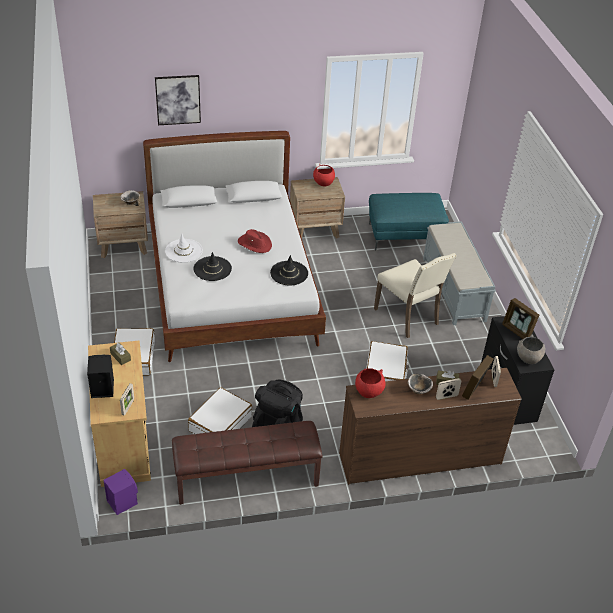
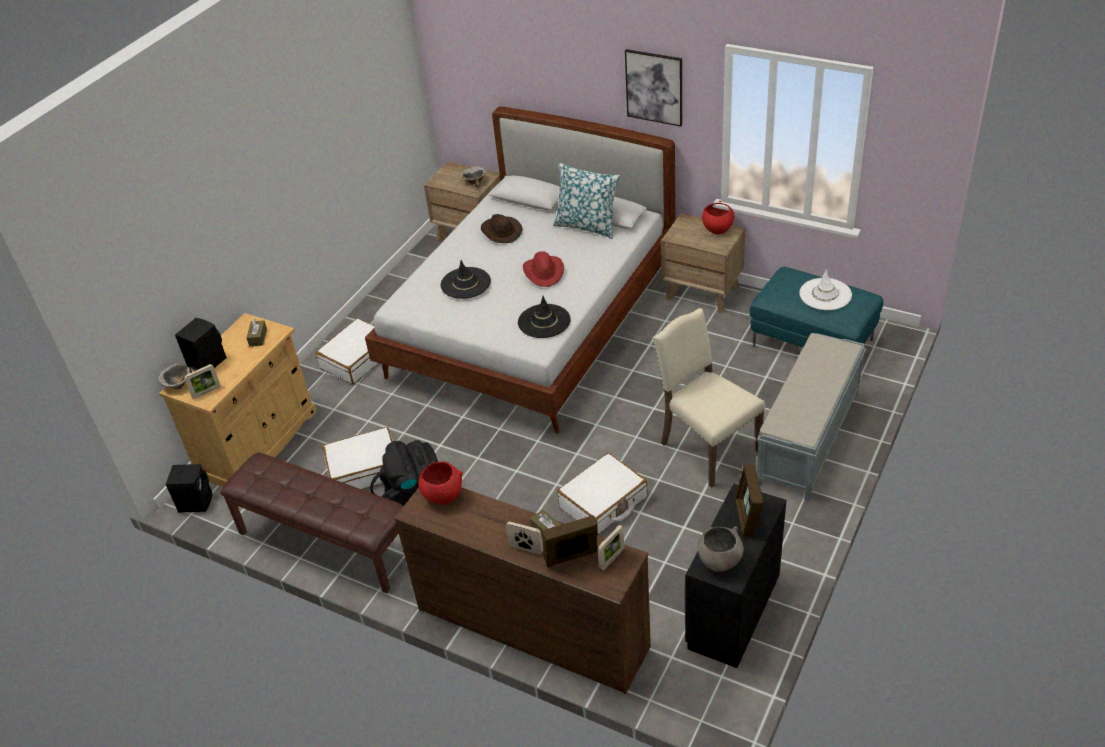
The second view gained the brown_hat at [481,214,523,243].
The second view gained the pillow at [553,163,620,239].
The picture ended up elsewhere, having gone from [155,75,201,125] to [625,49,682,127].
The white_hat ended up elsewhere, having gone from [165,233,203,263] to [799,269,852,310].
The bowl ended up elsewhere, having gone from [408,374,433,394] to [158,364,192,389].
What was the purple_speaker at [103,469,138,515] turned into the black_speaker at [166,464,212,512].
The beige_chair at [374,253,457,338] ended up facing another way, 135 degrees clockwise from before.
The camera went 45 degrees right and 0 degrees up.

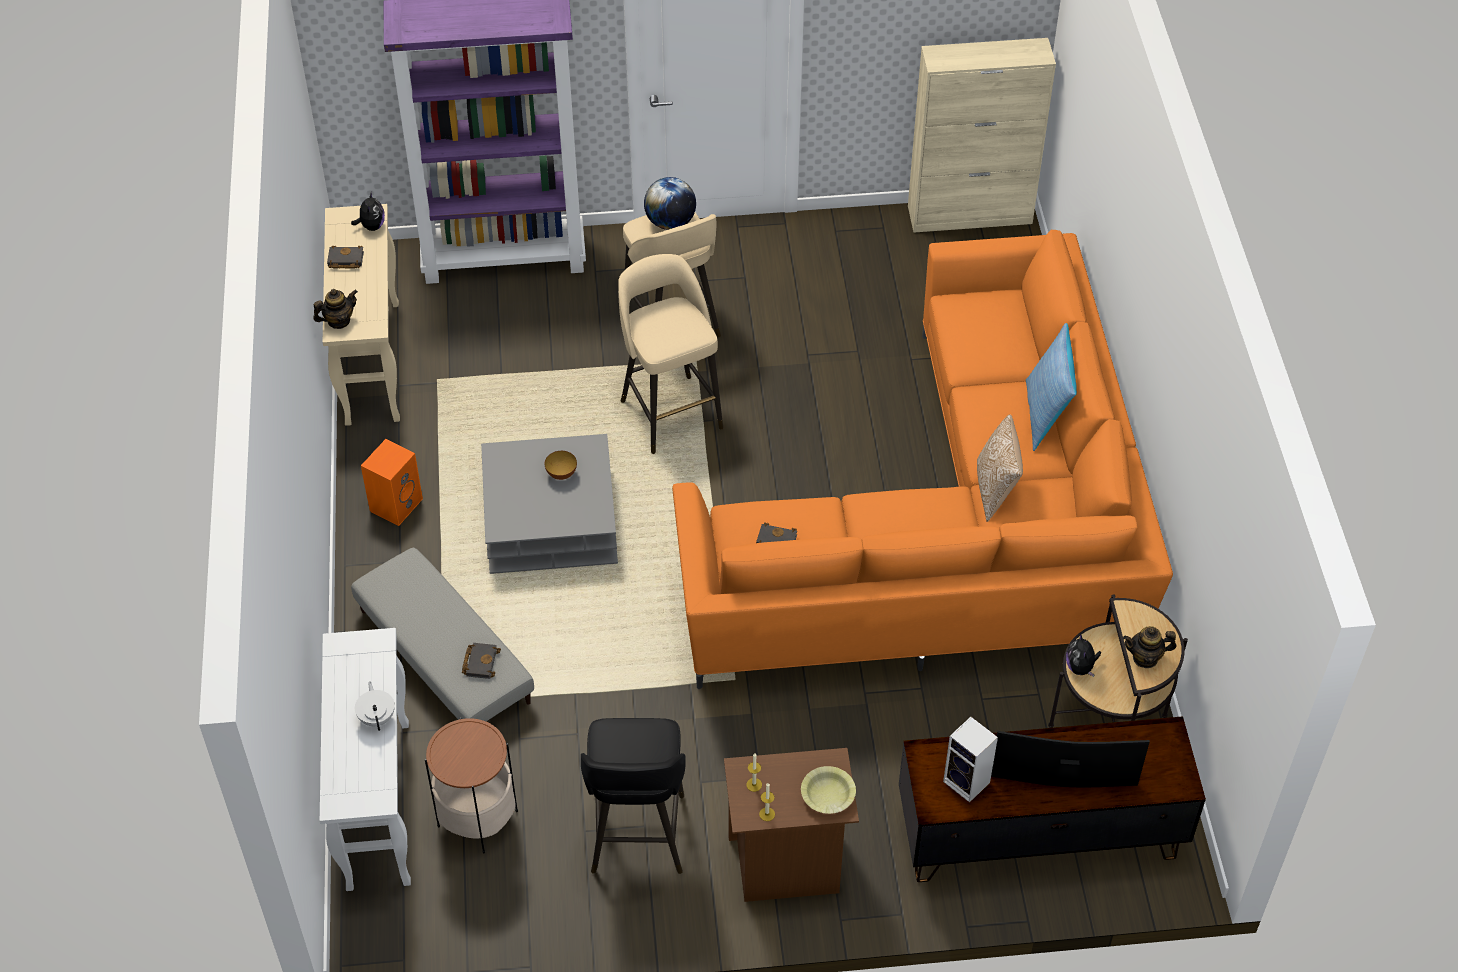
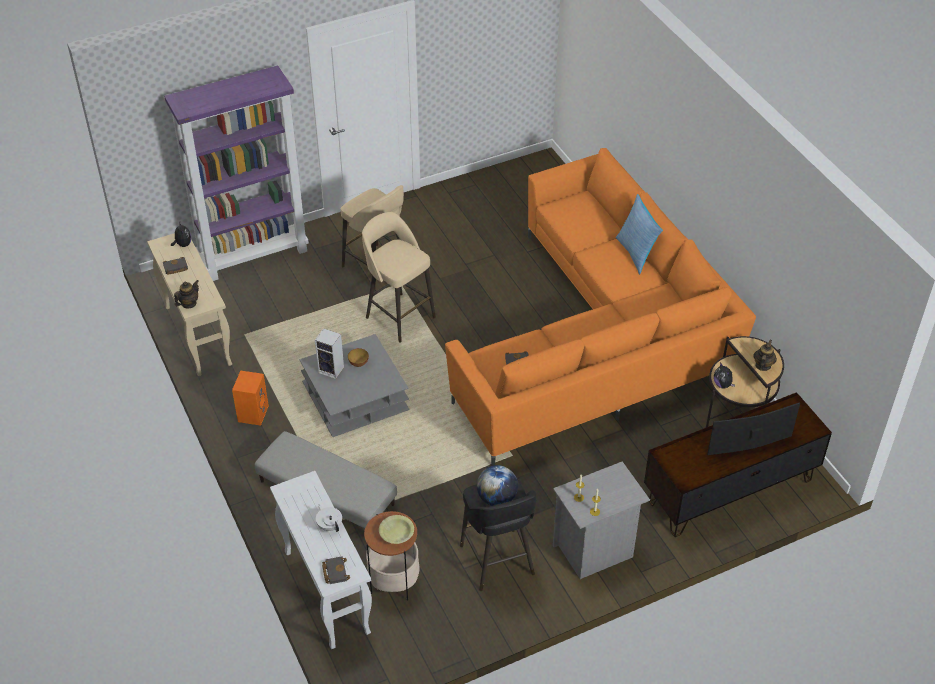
The second view lost the beige_cabinet at [908,38,1056,233].
The second view lost the pillow at [977,414,1023,522].
The black_book ended up elsewhere, having gone from [462,643,501,679] to [322,556,350,584].
The globe ended up elsewhere, having gone from [644,177,696,230] to [477,465,518,506].
The yellow_bowl ended up elsewhere, having gone from [801,766,856,814] to [379,515,414,544].
The speaker ended up elsewhere, having gone from [943,717,998,803] to [315,328,344,379].
What was the brown_nightstand at [724,748,859,902] turned into the grey_nightstand at [553,461,650,579].
The teapot at [1123,626,1177,668] ended up facing another way, 135 degrees clockwise from before.
The camera went 20 degrees left and 5 degrees down.

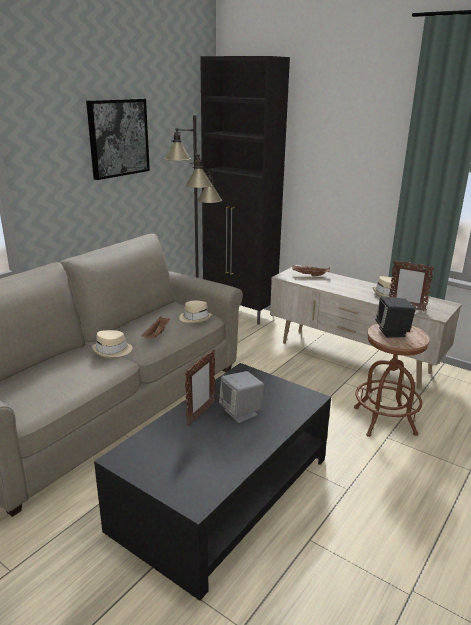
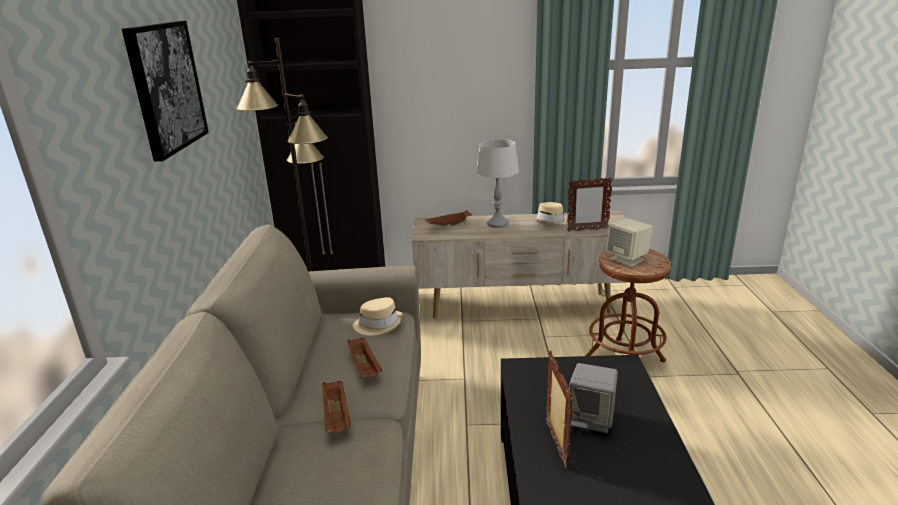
The second view gained the grey_table_lamp at [476,139,519,228].
Where the beige_hat stood at [92,330,133,358], the brown_tray came to stand at [322,380,351,433].
What was the black_speaker at [375,297,416,338] turned into the beige_speaker at [606,218,653,267].
The camera went 35 degrees left and 0 degrees up.

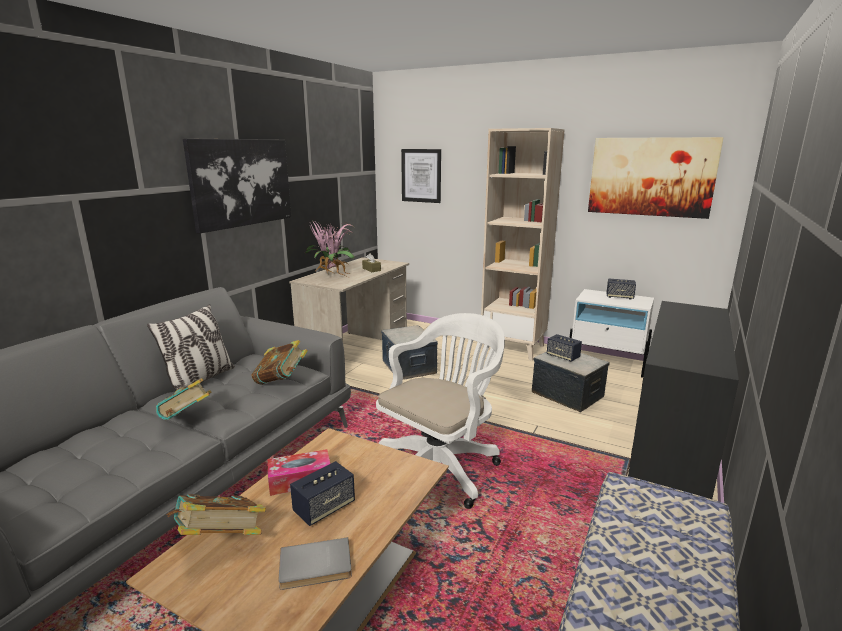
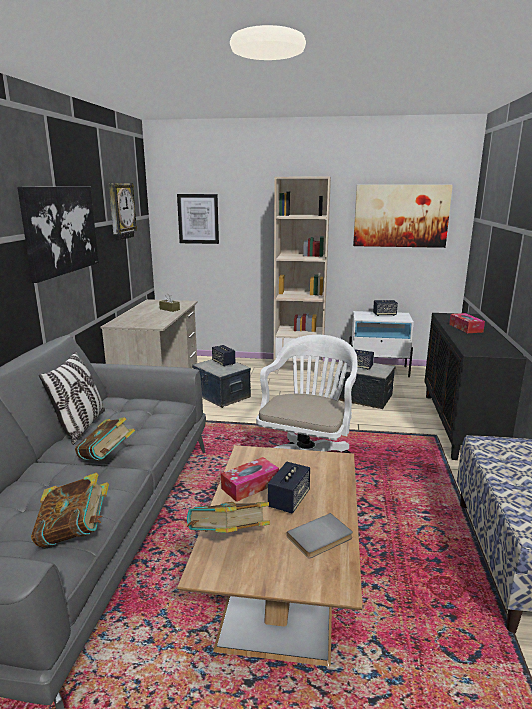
The second view lost the potted_plant at [305,222,355,277].
The second view gained the wall_clock at [108,183,137,241].
The second view gained the speaker at [212,345,235,367].
The second view gained the tissue_box at [449,313,485,333].
The book ended up elsewhere, having gone from [251,340,308,385] to [31,473,109,547].
The camera went 20 degrees left and 0 degrees up.

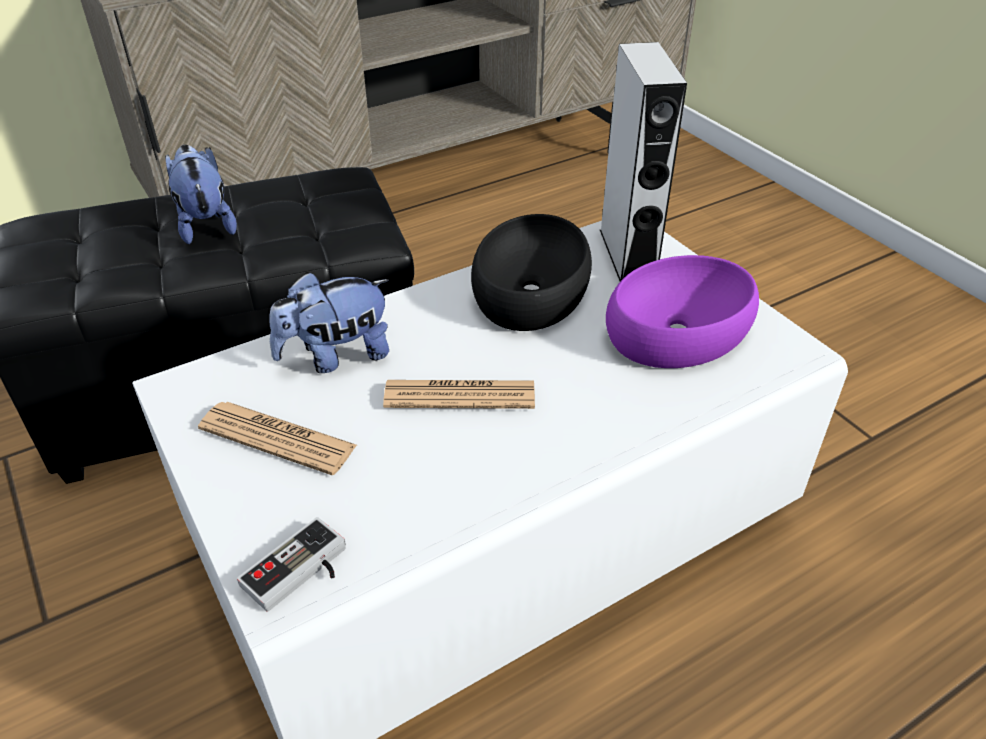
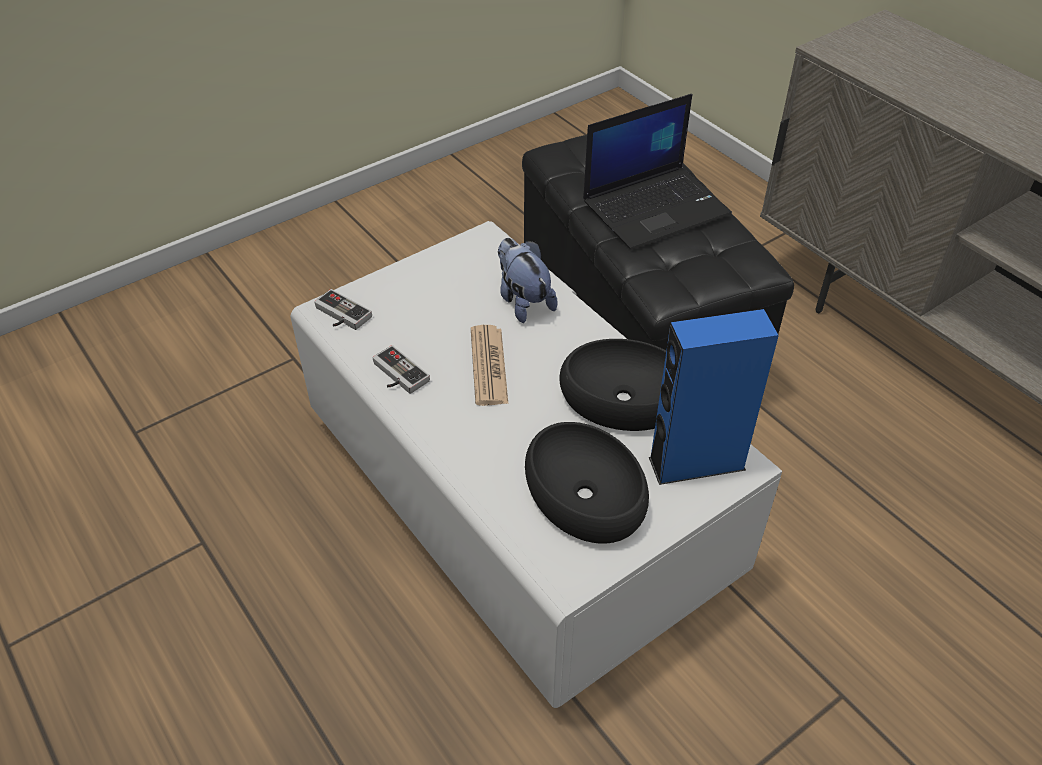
The second view lost the newspaper at [198,402,357,475].
The second view gained the game_controller at [373,345,430,394].
Where the plush_toy stood at [165,145,237,244], the laptop came to stand at [583,94,732,250].
What was the grey_speaker at [600,42,687,281] turned into the blue_speaker at [649,309,779,485].
What was the purple_bowl at [606,255,759,368] turned into the black_bowl at [525,422,649,543].
The camera went 85 degrees right and 5 degrees up.

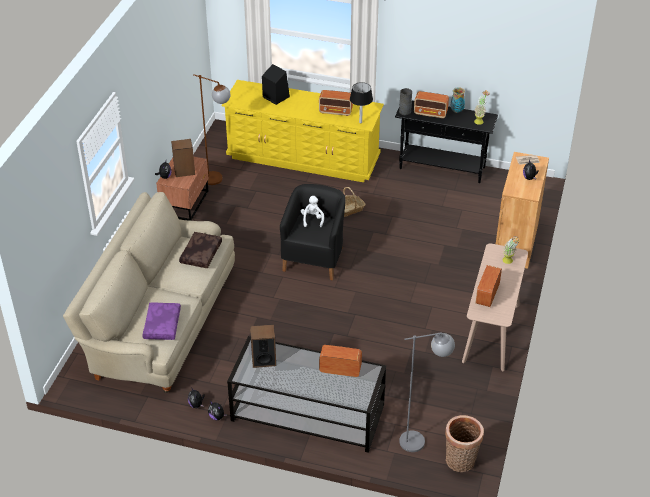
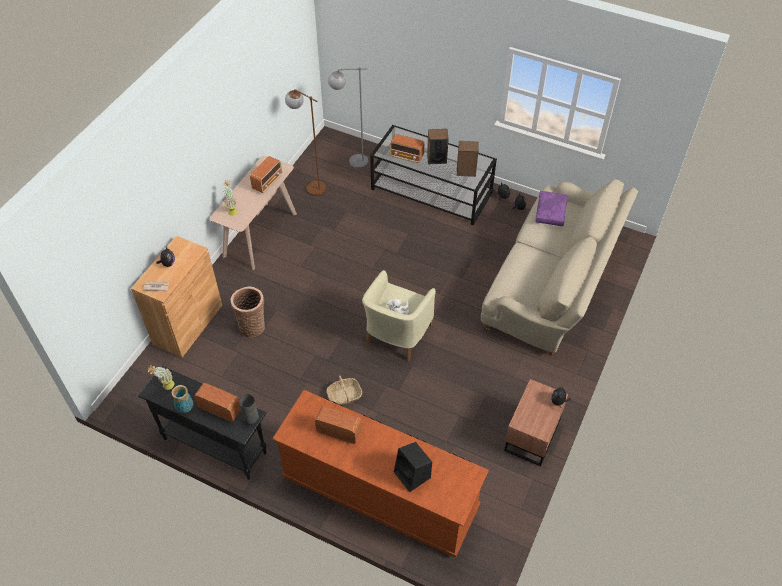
The second view lost the brown_pillow at [179,232,222,268].
The second view lost the black_table_lamp at [350,82,373,123].
The speaker ended up elsewhere, having gone from [171,139,195,177] to [427,129,449,164].
The brown_floor_lamp ended up elsewhere, having gone from [193,74,231,185] to [285,89,326,196].
The basket ended up elsewhere, having gone from [445,415,484,472] to [231,287,265,338].
What was the yellow_dresser at [221,80,384,182] turned into the brown_dresser at [272,390,489,558].
What was the black_armchair at [280,184,346,280] turned into the beige_armchair at [362,270,436,361].
The camera went 170 degrees left and 10 degrees up.

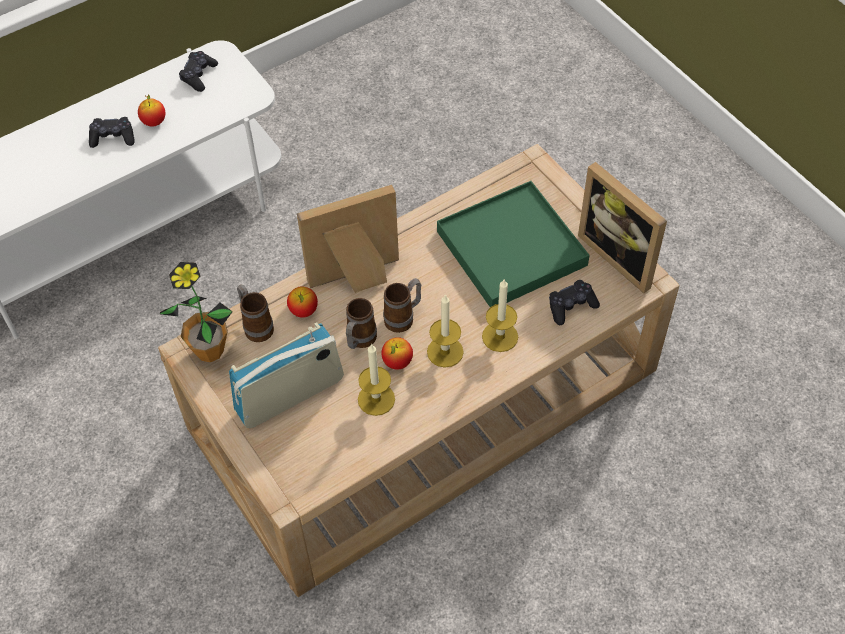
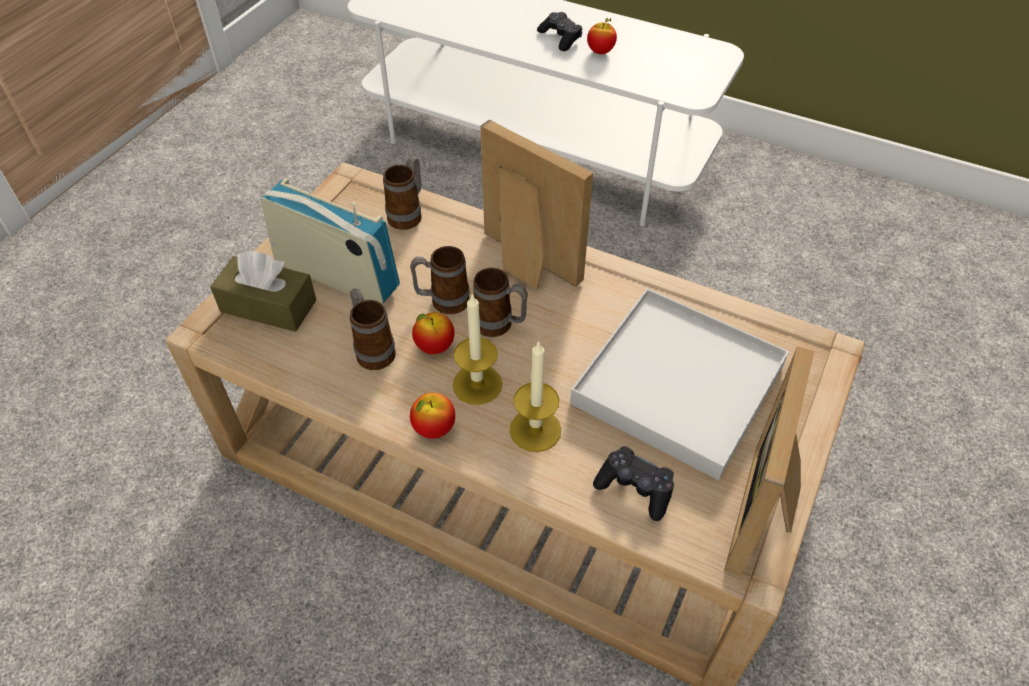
The second view lost the potted_plant at [160,262,233,362].
The second view lost the black_game_controller at [179,51,218,92].
The second view gained the brown_tissue_box at [210,251,316,332].
The apple ended up elsewhere, having gone from [287,286,318,318] to [410,393,455,439].
Where the candle stood at [358,344,395,416], the mug came to stand at [350,289,396,370].
What was the green_tray at [437,181,590,307] turned into the white_tray at [570,288,789,480].
The camera went 60 degrees right and 5 degrees down.

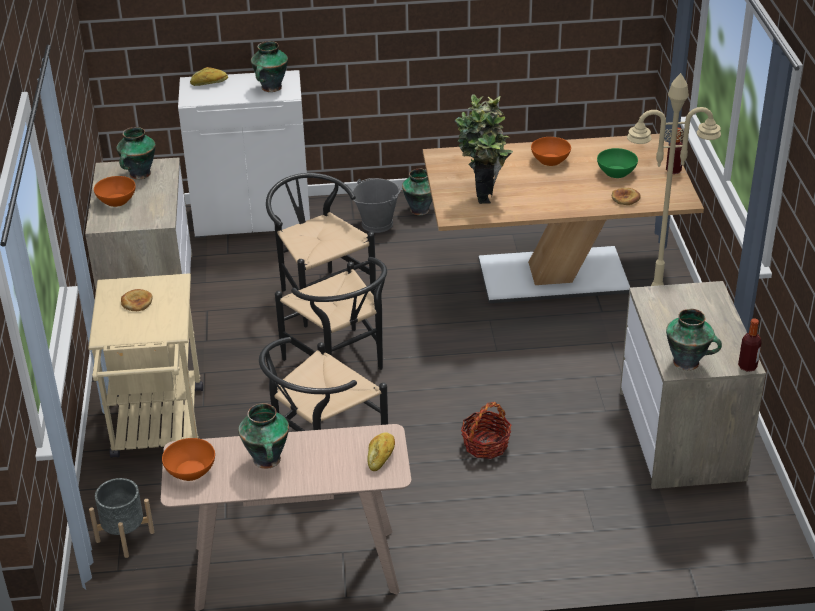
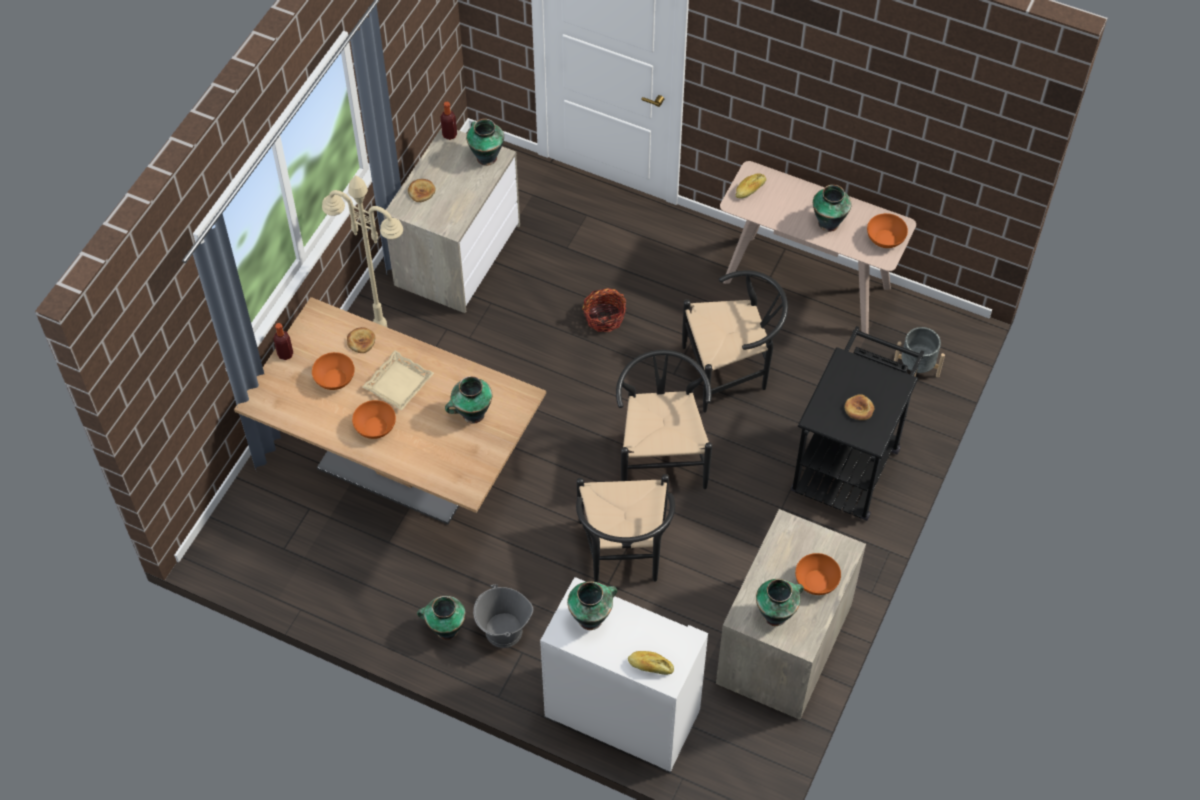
The second view gained the beige_tray at [362,350,434,411].
The second view gained the bread at [408,179,435,202].
Where the potted_plant stood at [455,94,513,204], the vase came to stand at [445,376,492,424].
What was the beige_cart at [88,273,203,458] turned into the black_cart at [791,326,924,521].
What was the green_bowl at [597,148,638,178] turned into the orange_bowl at [312,352,355,390].
The camera went 150 degrees left and 20 degrees up.

